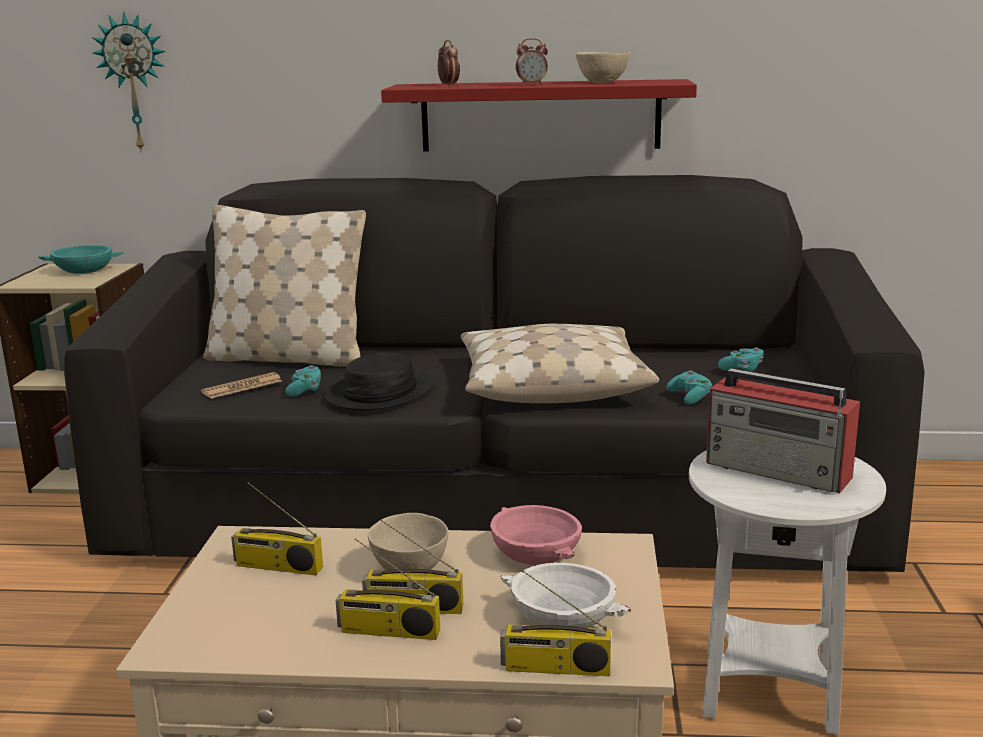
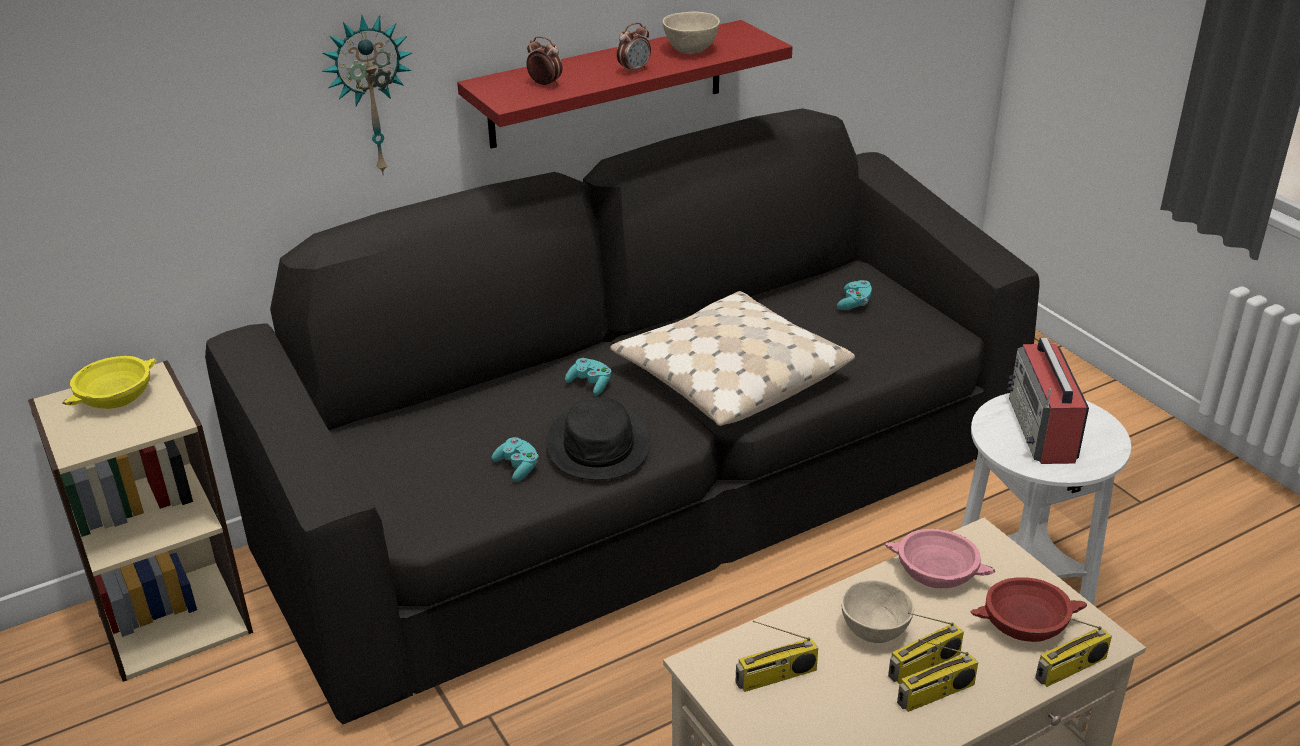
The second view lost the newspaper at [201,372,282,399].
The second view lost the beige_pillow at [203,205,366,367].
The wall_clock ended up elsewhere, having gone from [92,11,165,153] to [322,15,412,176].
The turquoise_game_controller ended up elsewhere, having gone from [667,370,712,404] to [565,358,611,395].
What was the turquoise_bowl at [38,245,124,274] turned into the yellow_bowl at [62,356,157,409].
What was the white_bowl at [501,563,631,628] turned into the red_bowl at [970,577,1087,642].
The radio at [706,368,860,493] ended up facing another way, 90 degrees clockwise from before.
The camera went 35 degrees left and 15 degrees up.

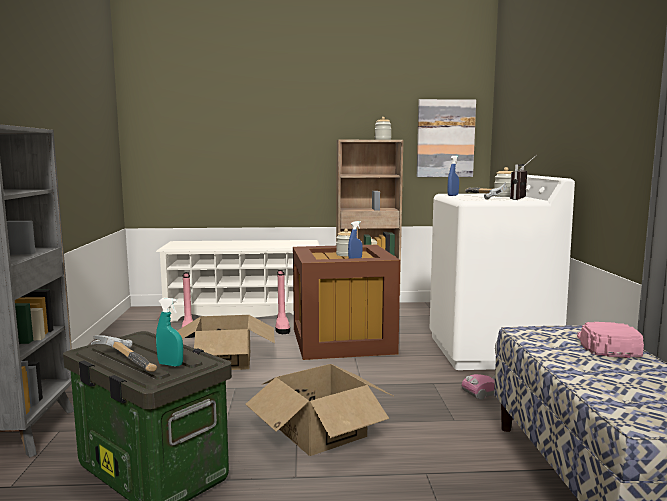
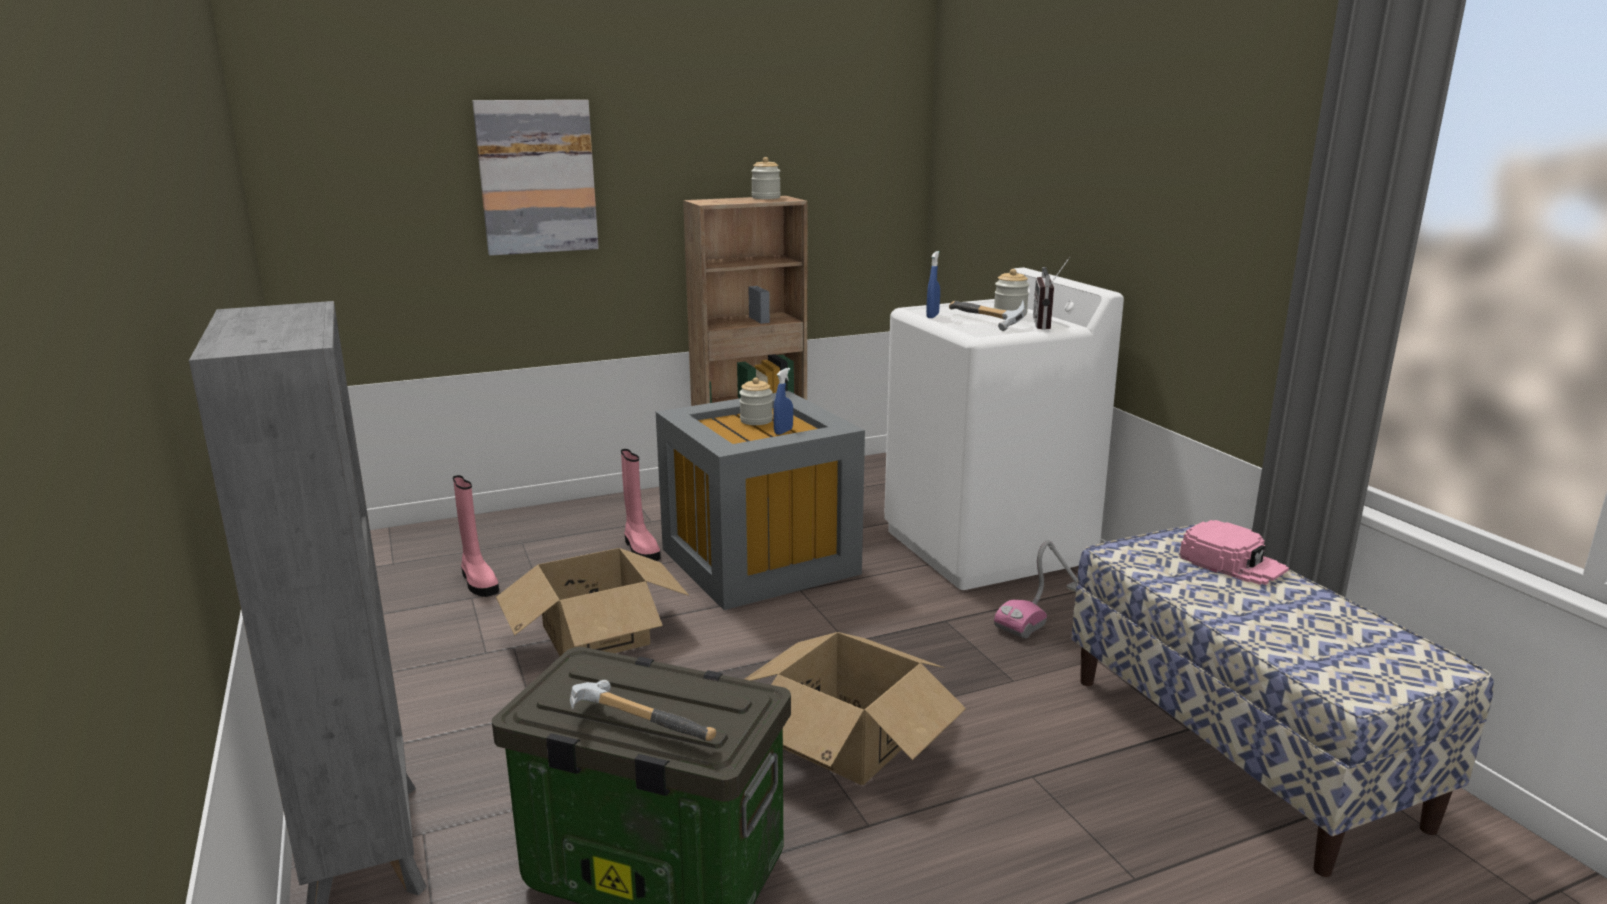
The second view lost the white_shoe_rack at [156,240,319,322].
The second view lost the turquoise_spray_bottle at [156,298,183,367].
The picture ended up elsewhere, having gone from [417,99,476,177] to [472,100,599,256].
What was the brown_storage_box at [293,245,400,360] turned into the grey_storage_box at [656,391,865,610].
The pink_cap at [577,322,644,358] ended up facing another way, 150 degrees clockwise from before.
The camera went 20 degrees left and 10 degrees up.

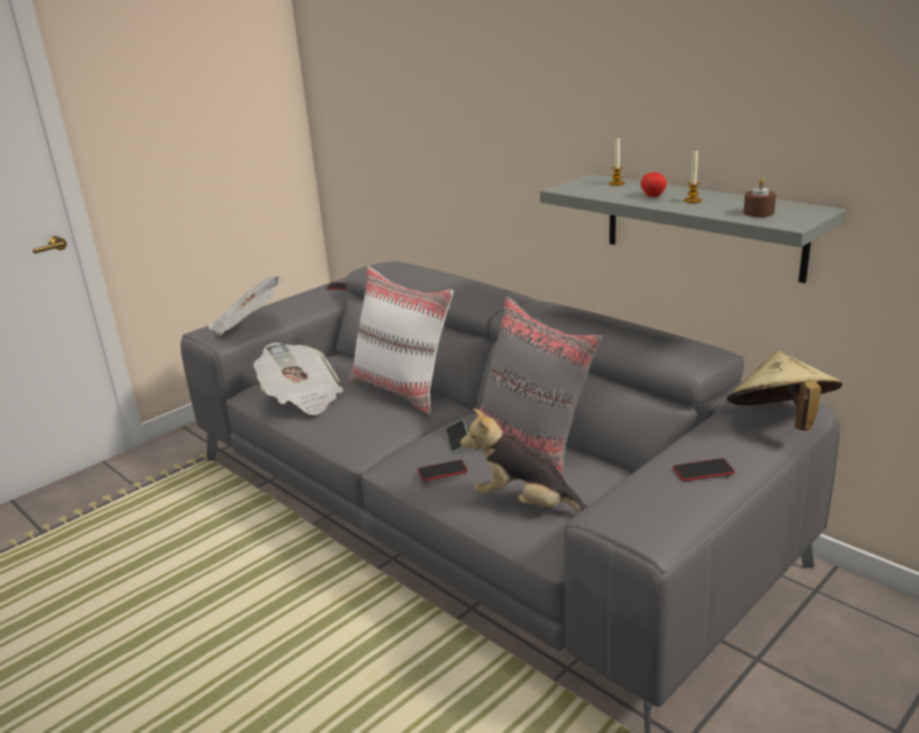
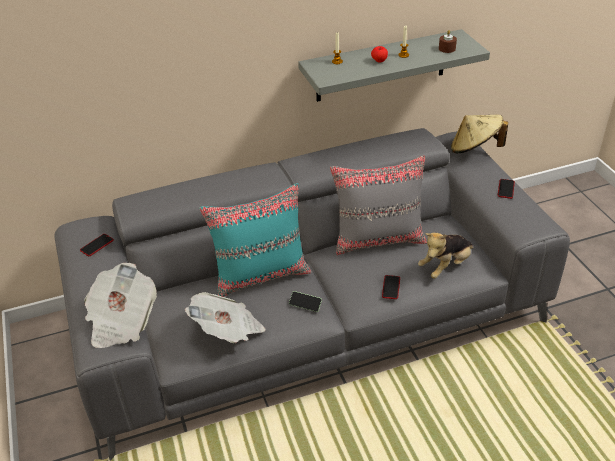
The phone ended up elsewhere, having gone from [446,420,468,453] to [289,291,322,312].
What was the white_pillow at [349,267,453,414] turned into the turquoise_pillow at [199,183,311,297].
The camera went 65 degrees left and 15 degrees up.

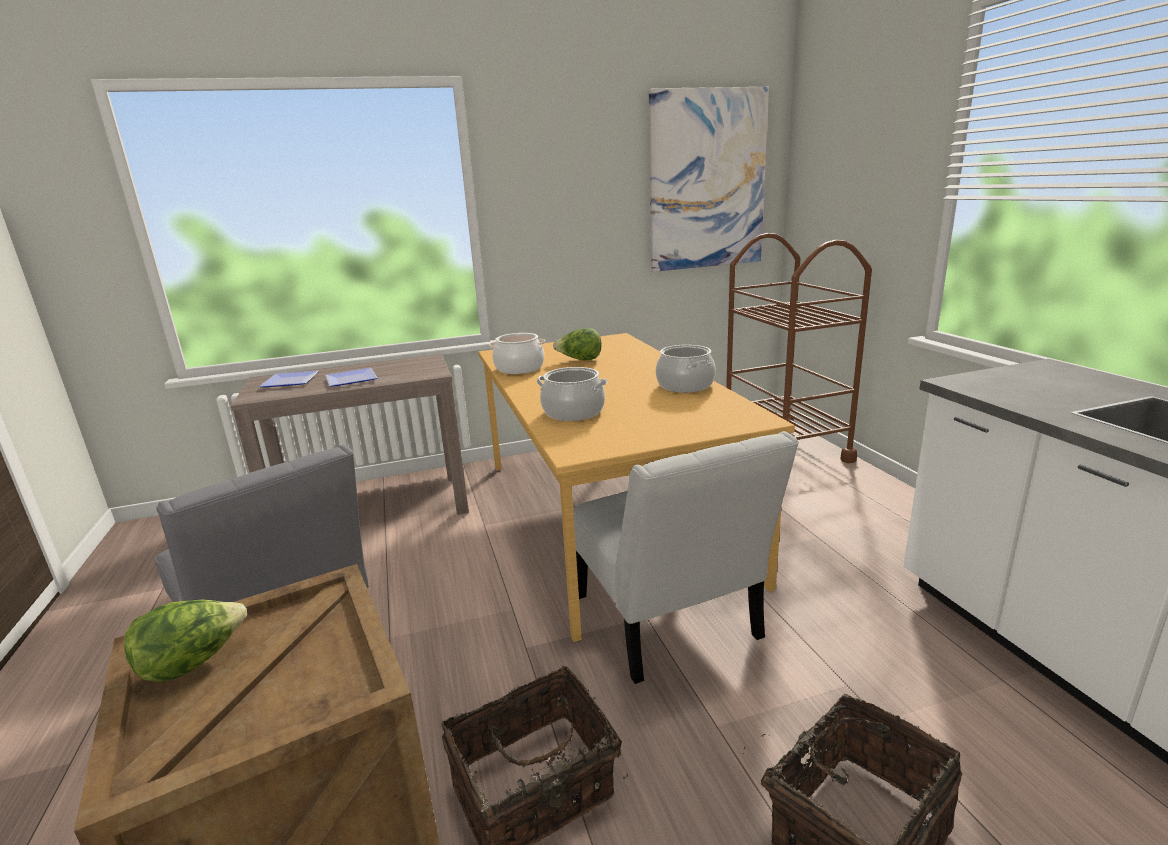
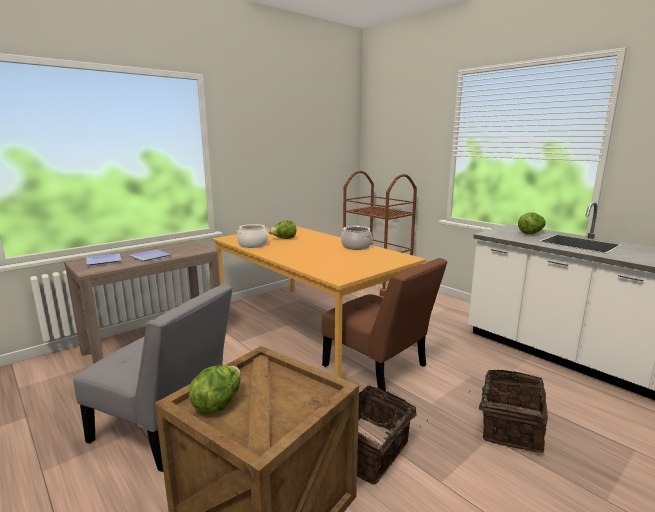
The second view lost the cooking_pot at [537,367,608,421].
The second view lost the picture at [649,87,769,272].
The second view gained the lettuce at [518,212,546,234].
What was the white_chair at [573,431,799,684] turned into the brown_chair at [322,258,447,391].
The camera went 25 degrees left and 5 degrees down.

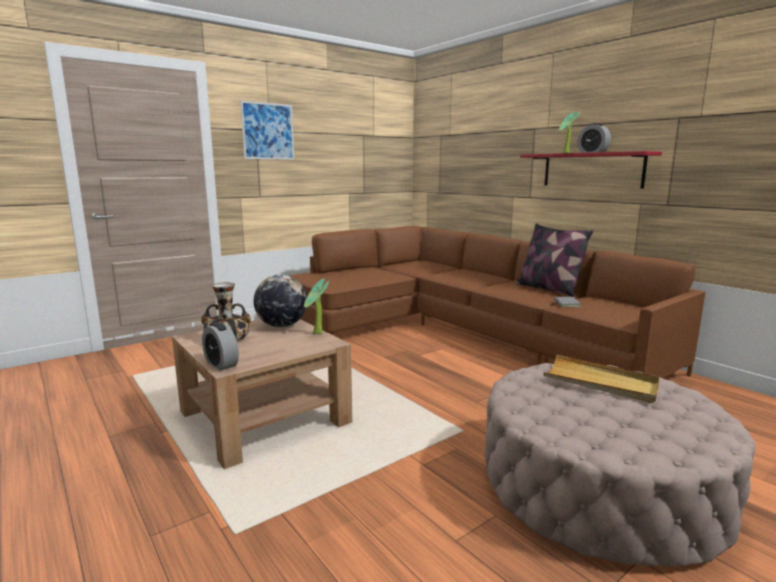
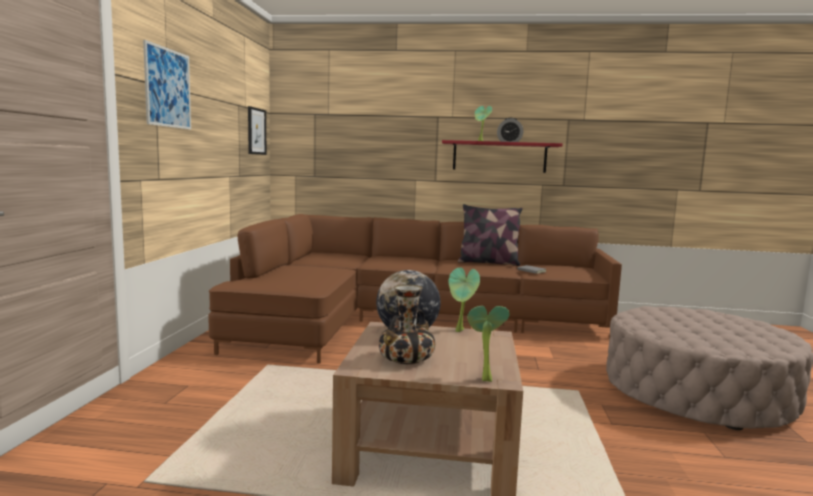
The second view lost the beige_tray at [543,355,660,403].
The second view gained the picture at [248,106,266,155].
Where the alarm_clock stood at [202,322,239,370], the potted_plant came to stand at [467,306,510,382].
The camera went 45 degrees left and 5 degrees down.

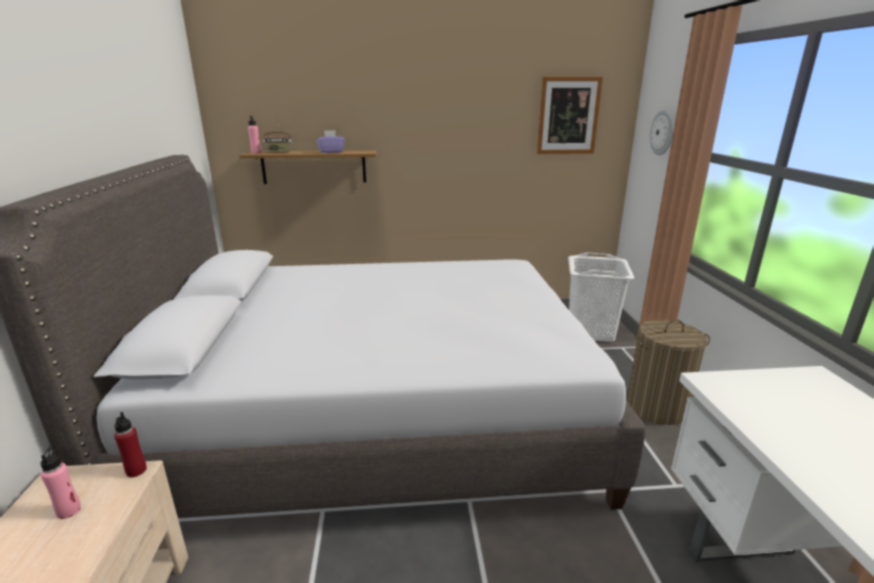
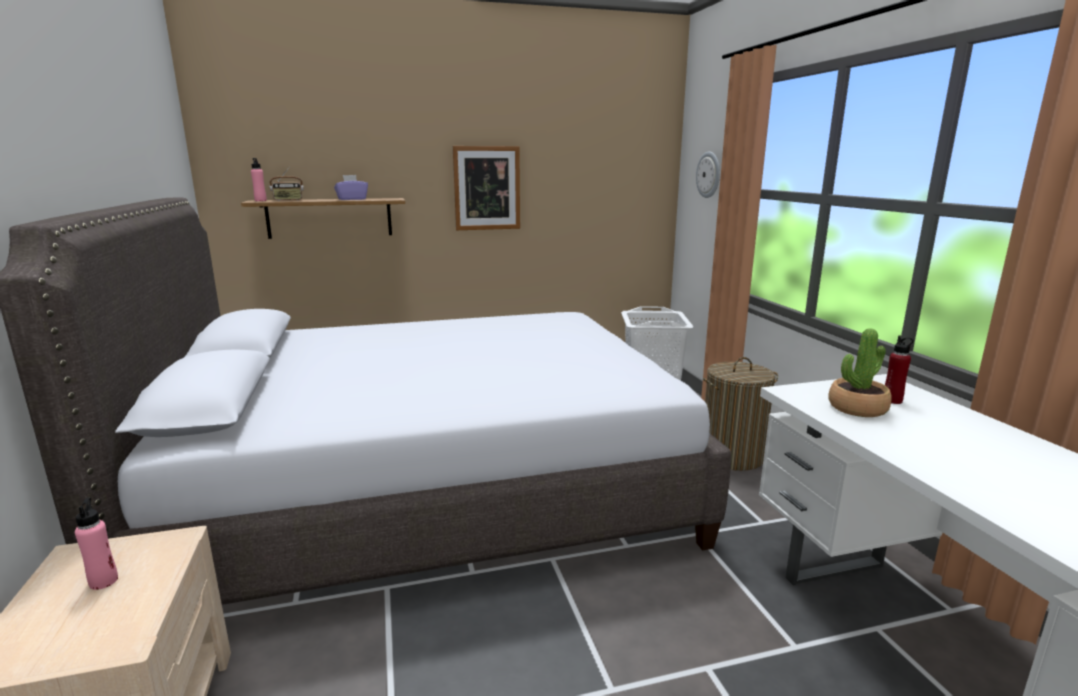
The second view gained the potted_plant at [828,328,892,417].
The red_bottle ended up elsewhere, having gone from [114,412,147,477] to [885,335,914,404].
The picture ended up elsewhere, having gone from [537,77,603,154] to [453,146,520,230].
The camera went 10 degrees left and 5 degrees down.

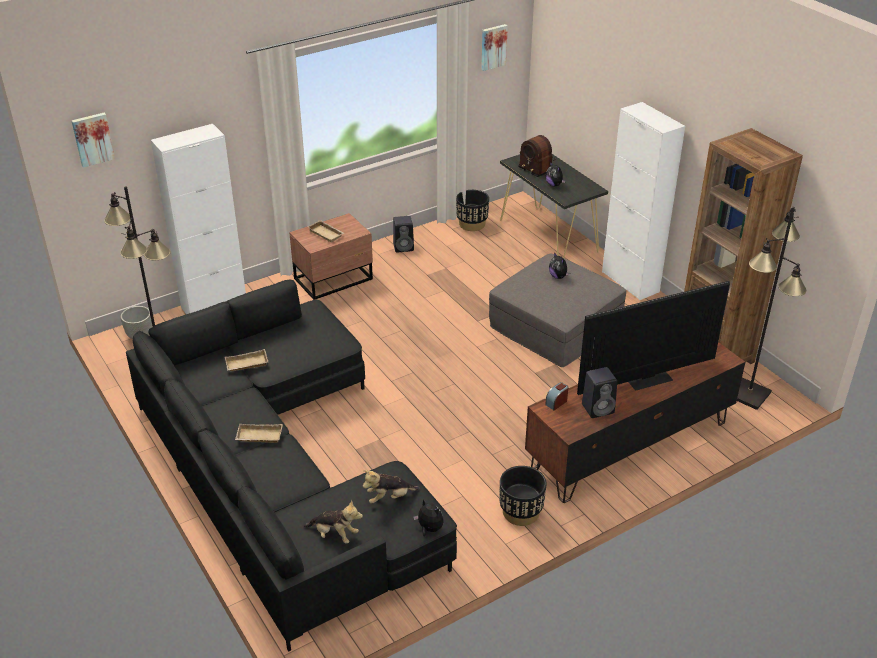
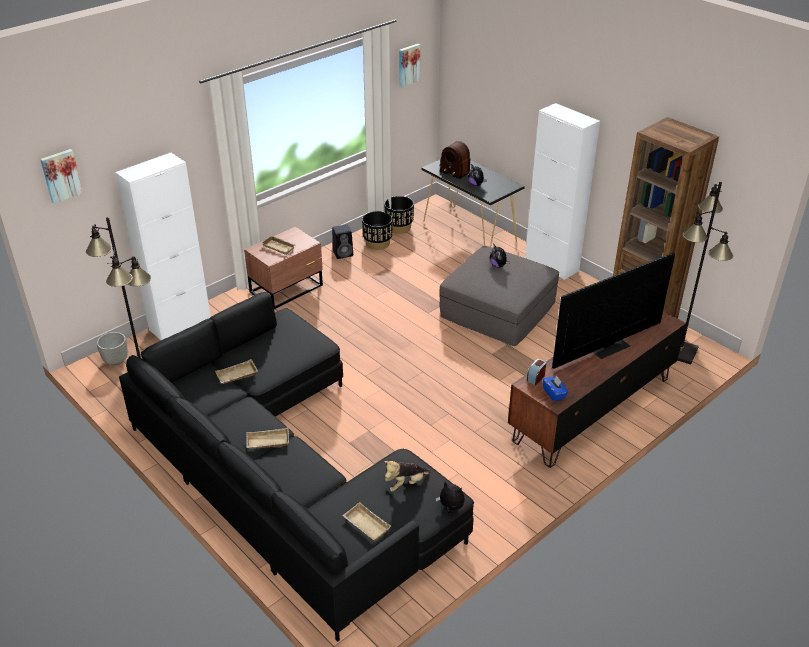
The second view lost the black_speaker at [582,367,617,418].
The second view gained the blue_tissue_box at [543,375,568,401].
The black_planter ended up elsewhere, having gone from [500,466,547,526] to [362,211,393,250].
Where the plush_toy stood at [304,500,363,544], the beige_tray came to stand at [342,502,391,541].
The camera went 10 degrees left and 0 degrees up.

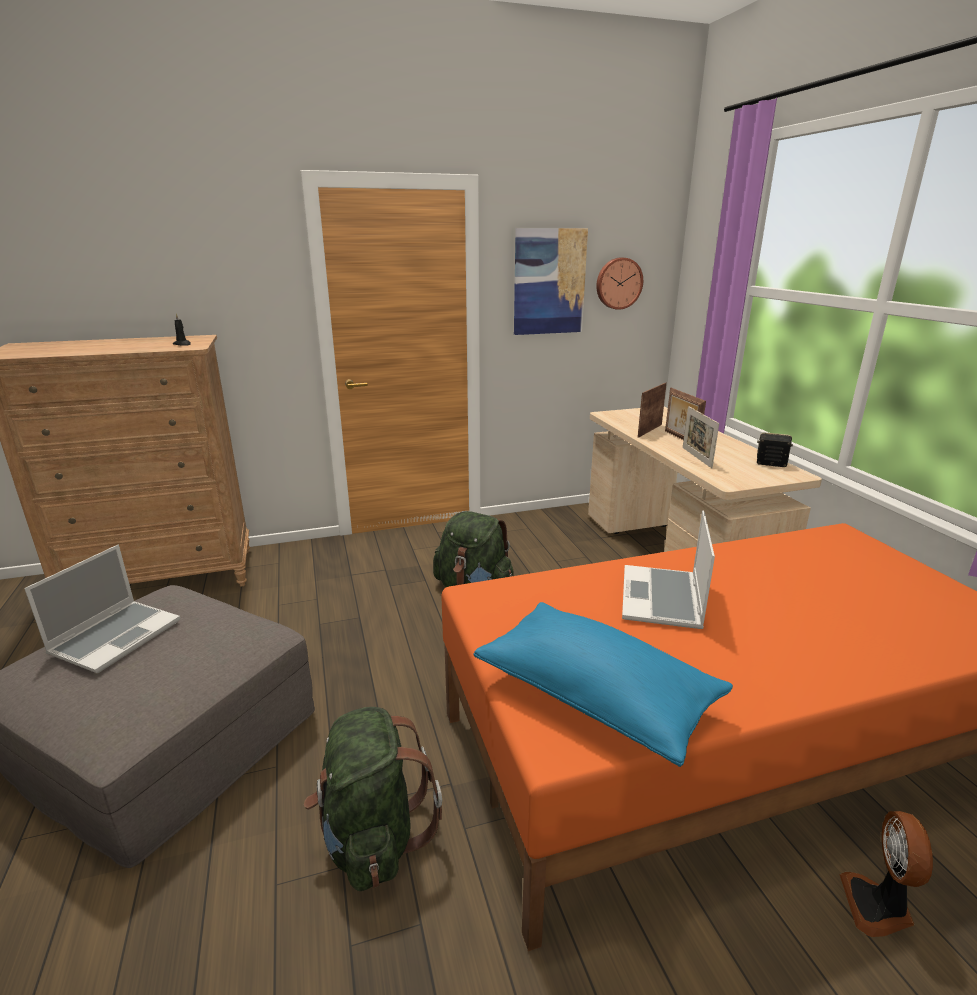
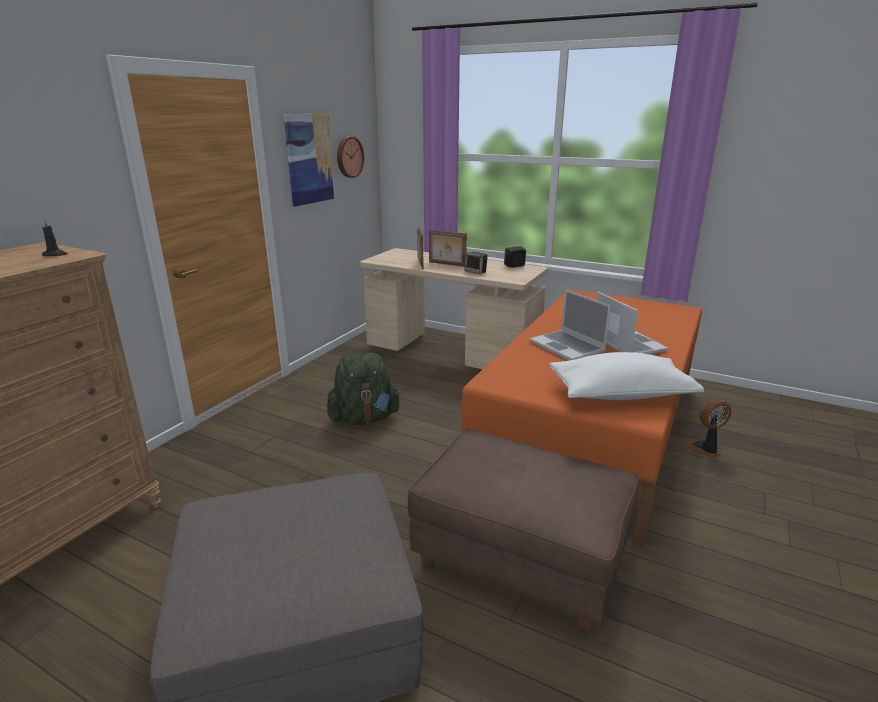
The laptop ended up elsewhere, having gone from [24,545,180,673] to [597,292,668,354].
Where the green_backpack stood at [304,707,442,891], the brown_ottoman came to stand at [408,429,639,636].
Where the picture_frame stood at [683,406,719,468], the speaker came to stand at [464,252,488,274].
What was the blue_pillow at [473,602,733,767] turned into the white_pillow at [549,352,704,400].
The fan at [839,811,933,937] ended up facing another way, 105 degrees clockwise from before.
The camera went 45 degrees left and 0 degrees up.

